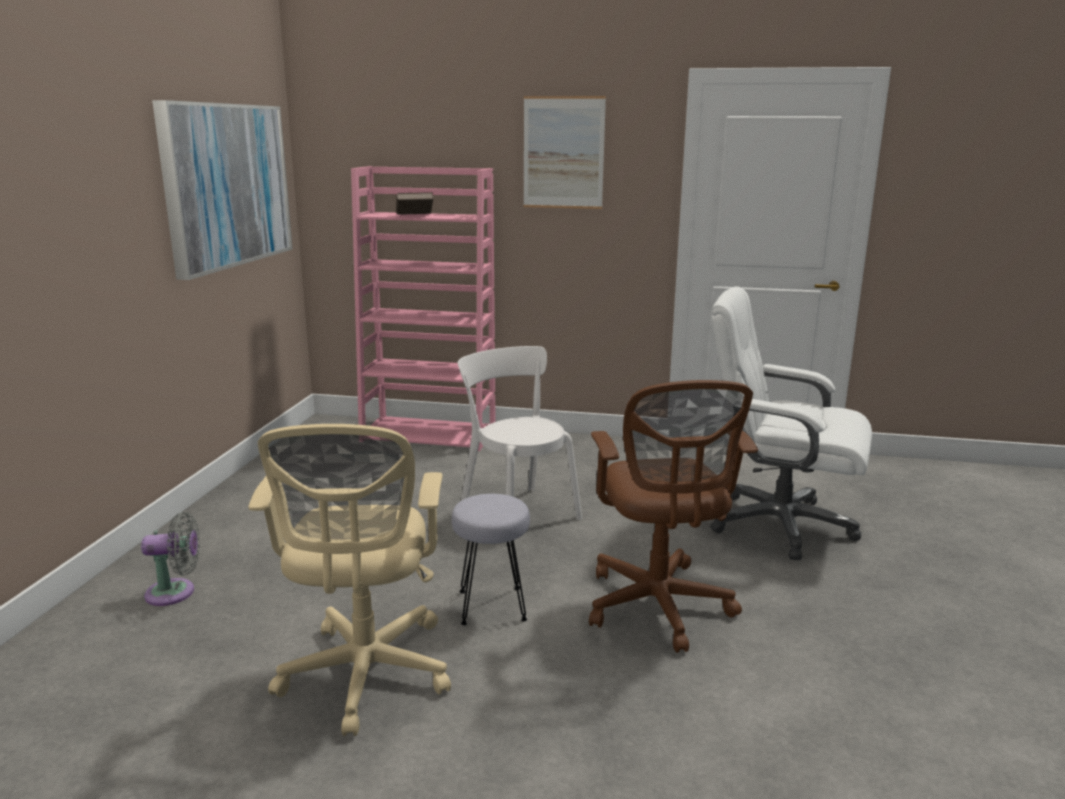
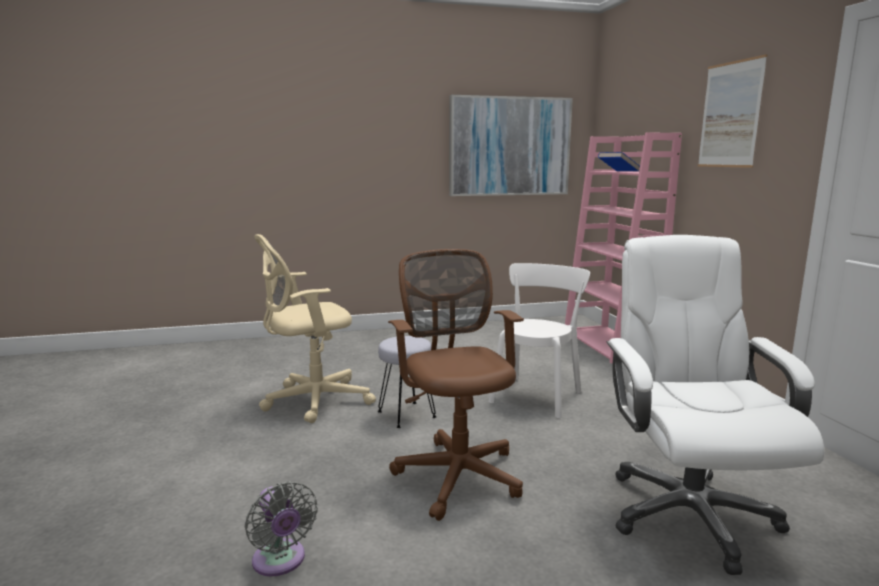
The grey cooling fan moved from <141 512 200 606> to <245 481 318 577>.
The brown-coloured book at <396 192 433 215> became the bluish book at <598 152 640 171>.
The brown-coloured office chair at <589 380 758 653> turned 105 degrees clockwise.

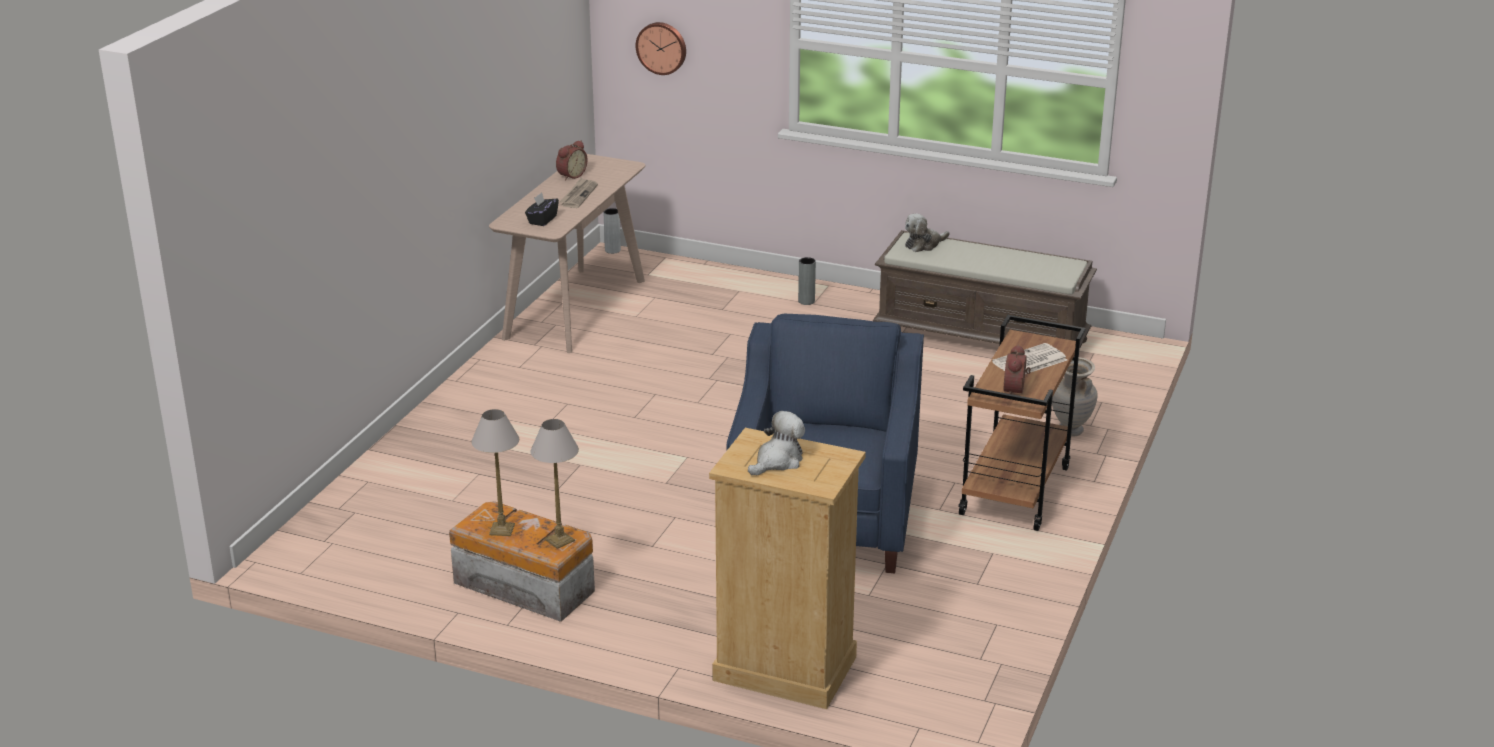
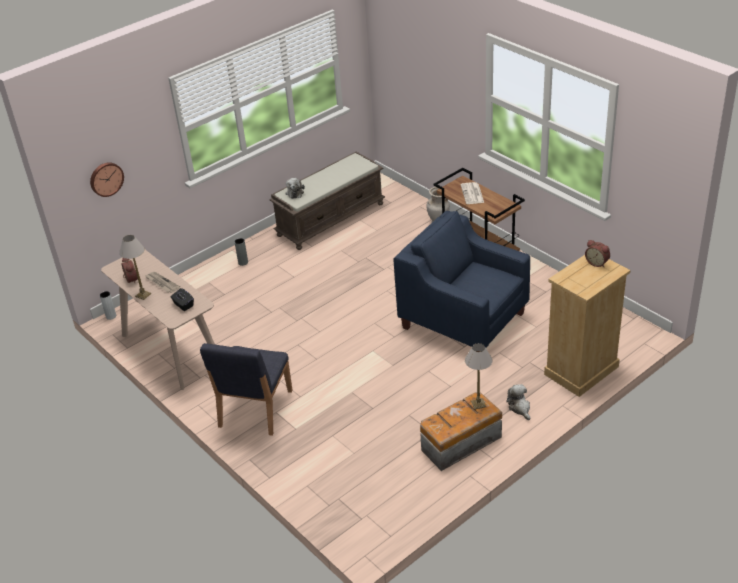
The table lamp moved from <471 409 519 536> to <119 235 151 300>.
The soft toy moved from <748 411 805 475> to <506 384 530 420>.
The table clock moved from <1004 345 1031 394> to <585 240 610 267>.
The bluish upright chair at <200 343 293 436> appeared.

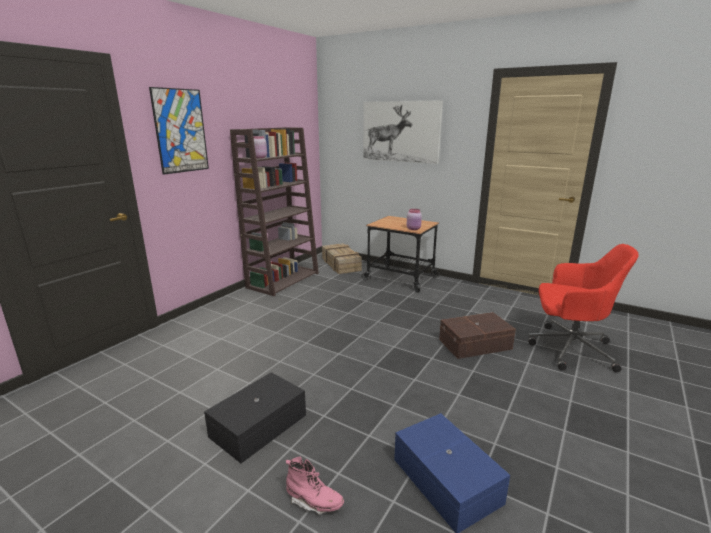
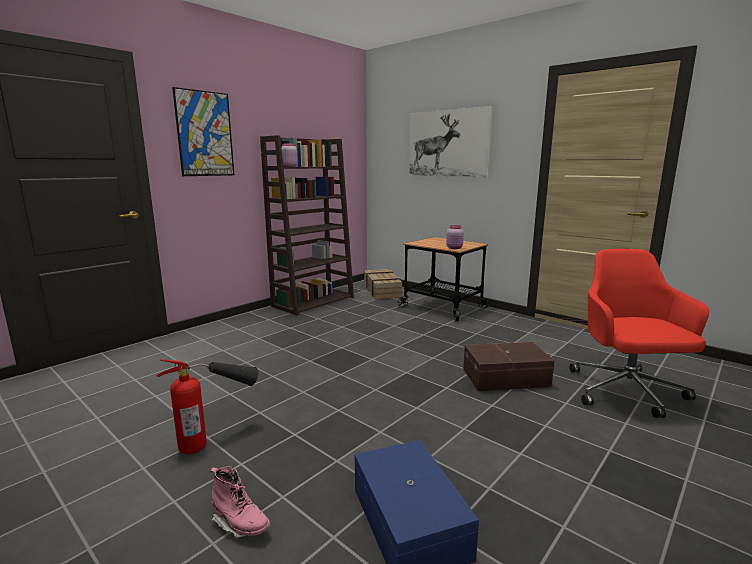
The black storage bin at <204 372 306 463> was replaced by the fire-fighting cylinder at <157 359 258 454>.
The red-coloured office chair at <528 244 639 373> turned 120 degrees counterclockwise.

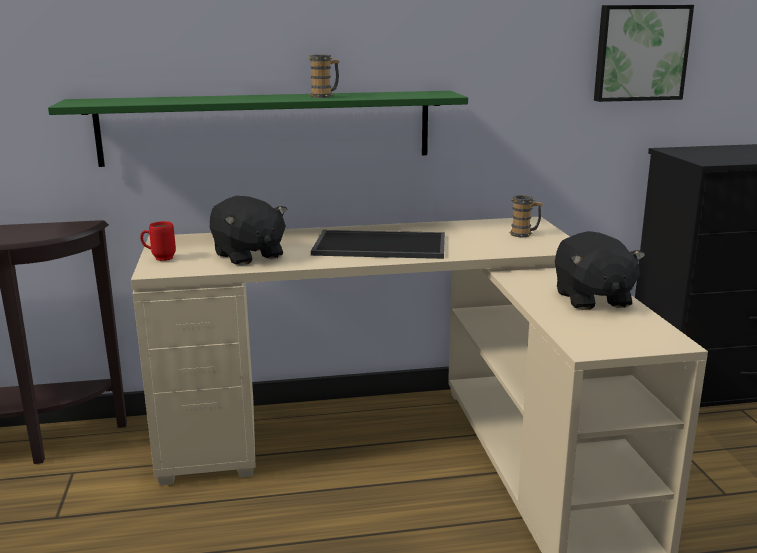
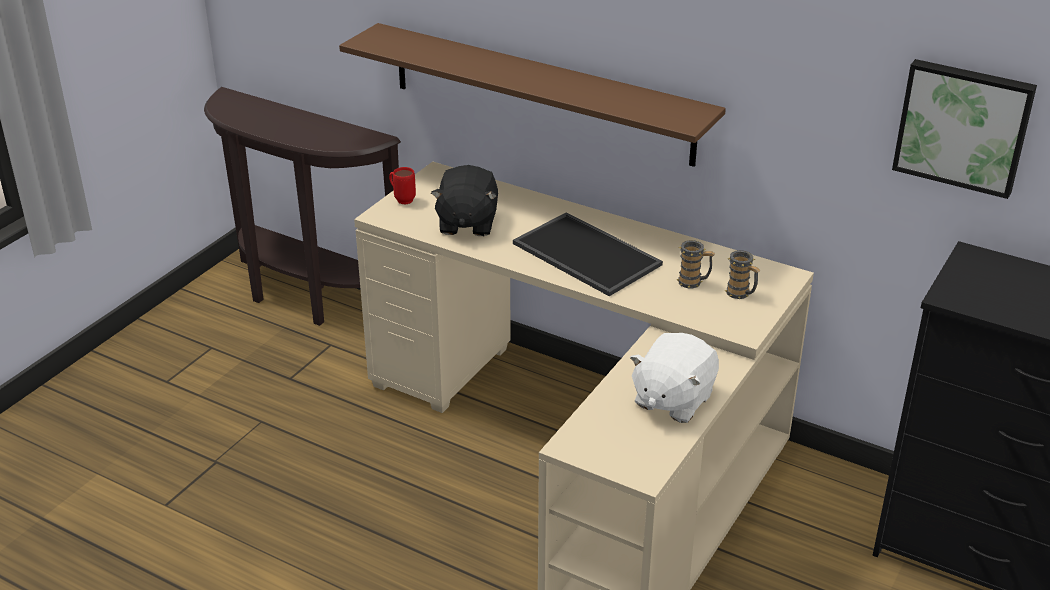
The green bracket shelf at <48 91 468 167> became the brown-coloured bracket shelf at <339 23 726 167>.
The tea mug moved from <309 55 340 98> to <676 240 715 288>.
The black soft toy at <555 231 645 310> became the white-coloured soft toy at <630 333 719 423>.

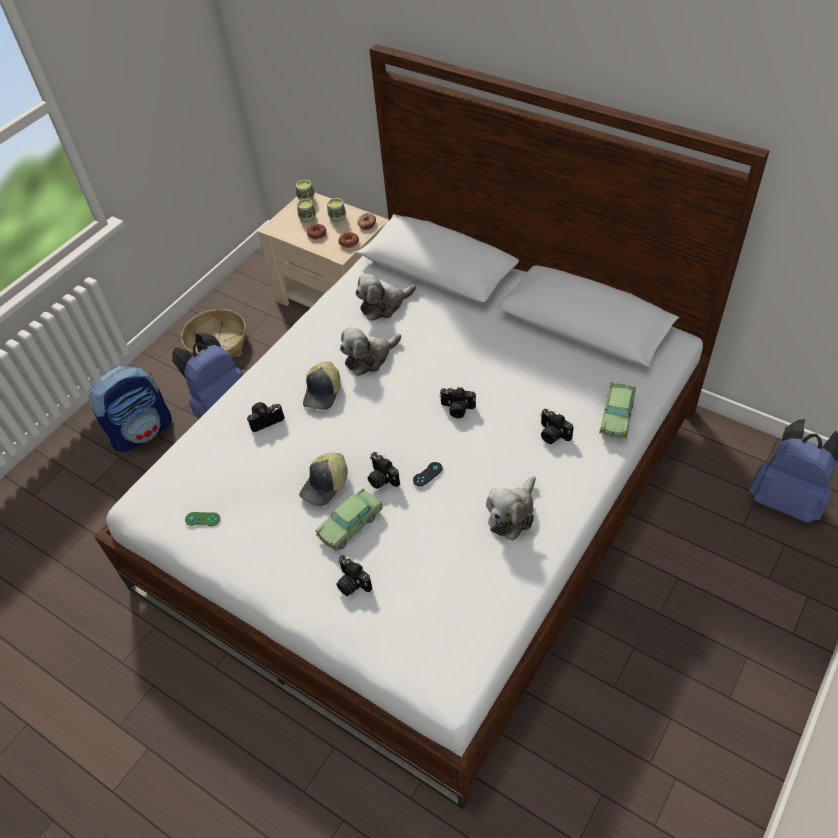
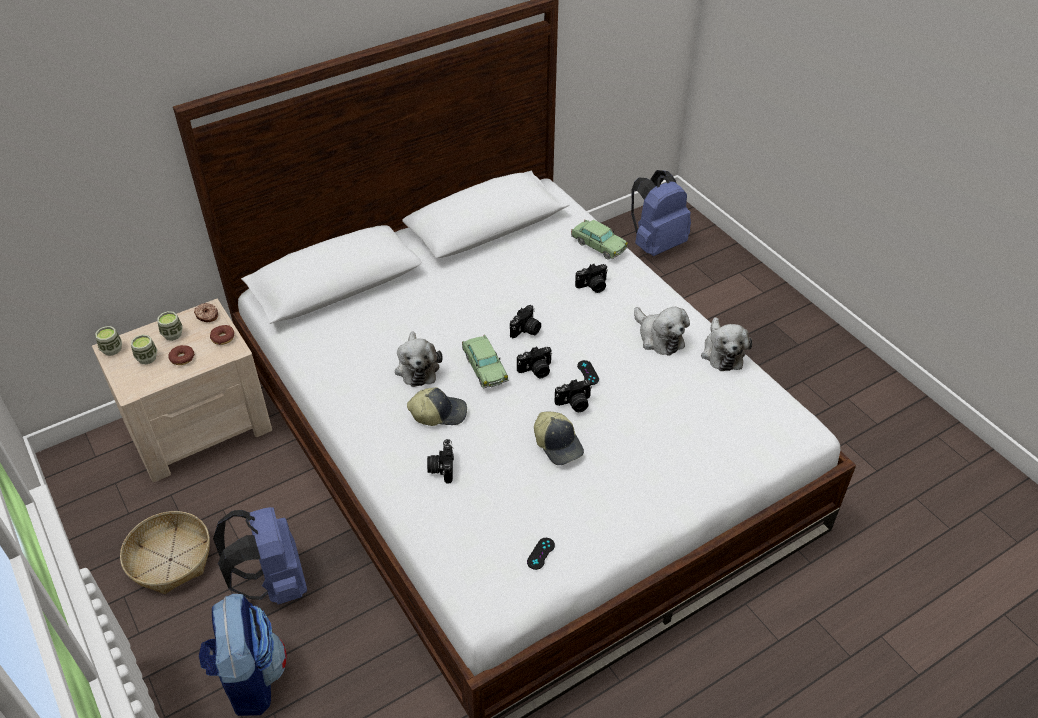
The green game controller at <185 512 220 526> became the black game controller at <527 538 555 570>.
The peaked cap at <303 362 341 410> turned 45 degrees counterclockwise.
The miniature car moved from <315 489 382 551> to <462 335 509 389>.
The still camera moved from <336 555 372 596> to <517 346 552 378>.
The soft toy moved from <355 273 416 321> to <701 317 752 371>.

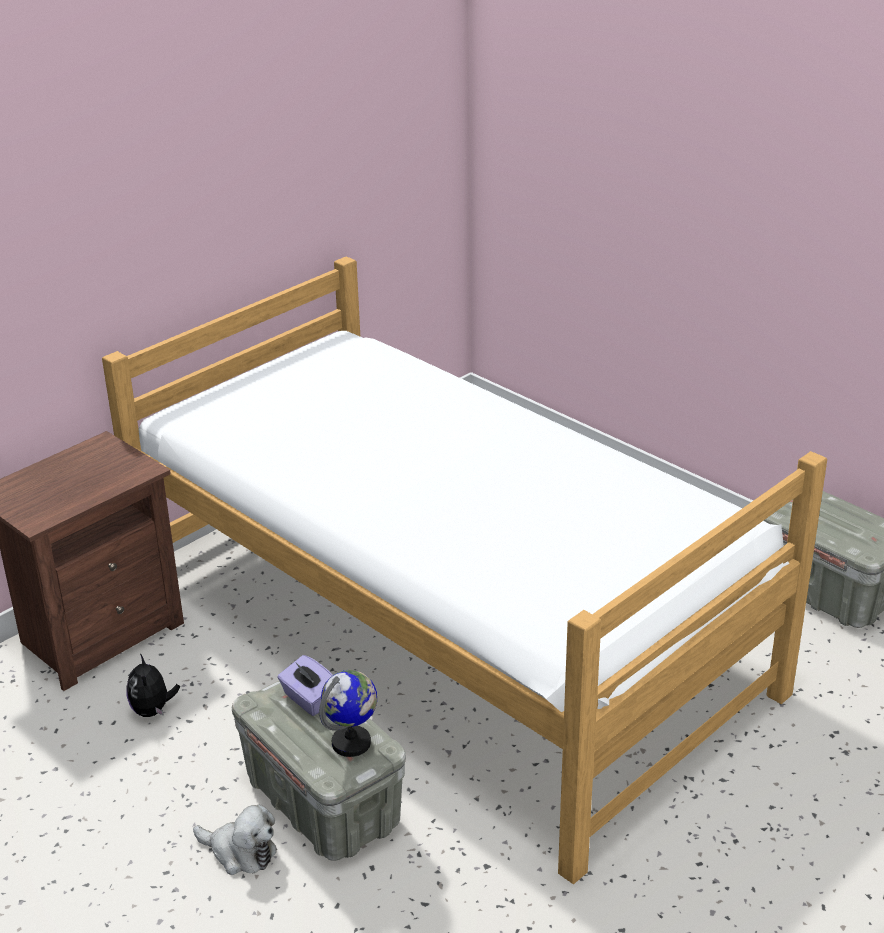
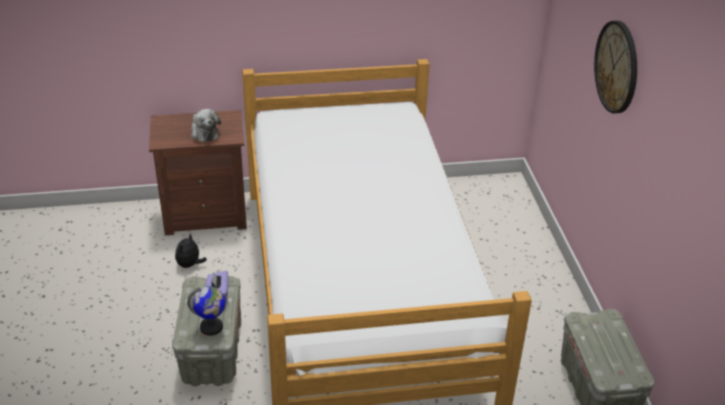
The soft toy moved from <193 804 277 875> to <191 109 221 142>.
The clock on the wall at <594 21 637 113> appeared.

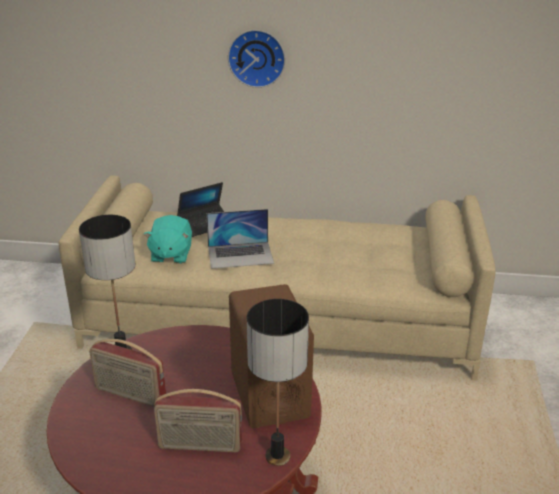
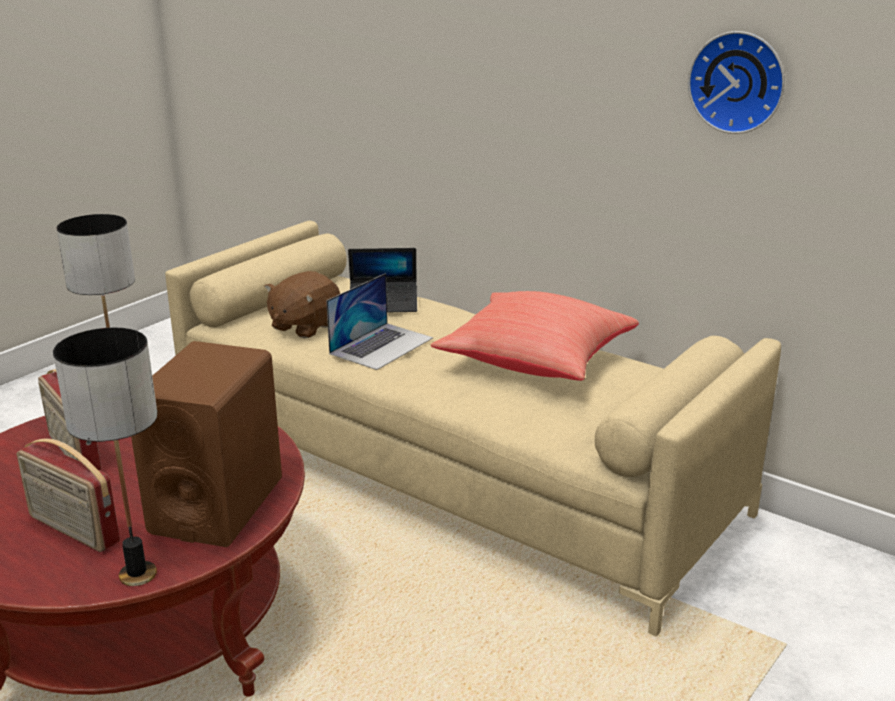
The blue-green soft toy at <143 215 192 264> became the brown-coloured soft toy at <264 271 340 339>.
The laptop at <206 209 274 269> turned 75 degrees counterclockwise.
The clock on the wall moved from <228 30 285 88> to <688 31 785 134>.
The red-coloured pillow at <431 291 639 381> appeared.

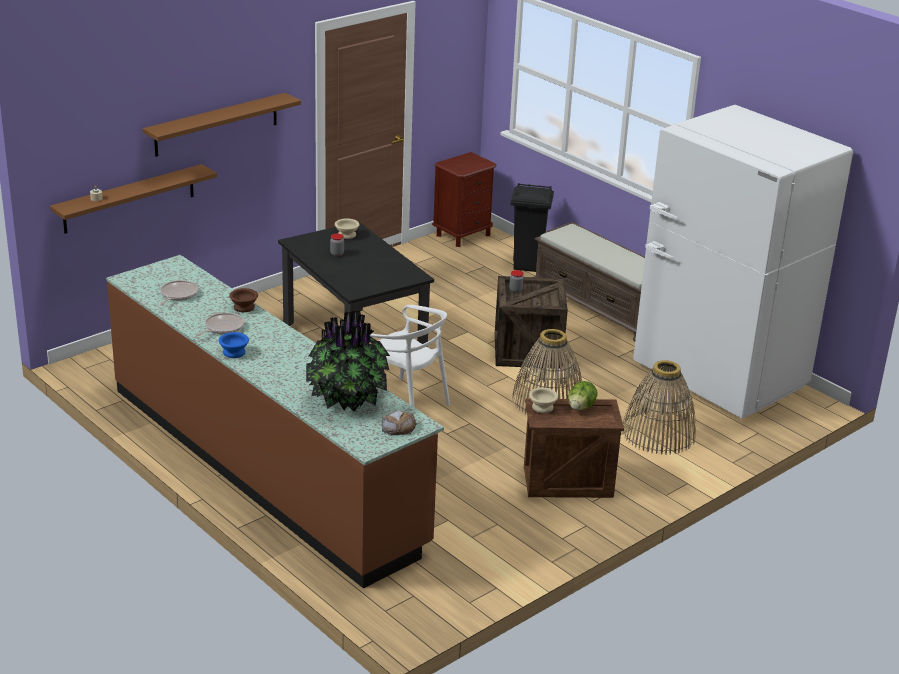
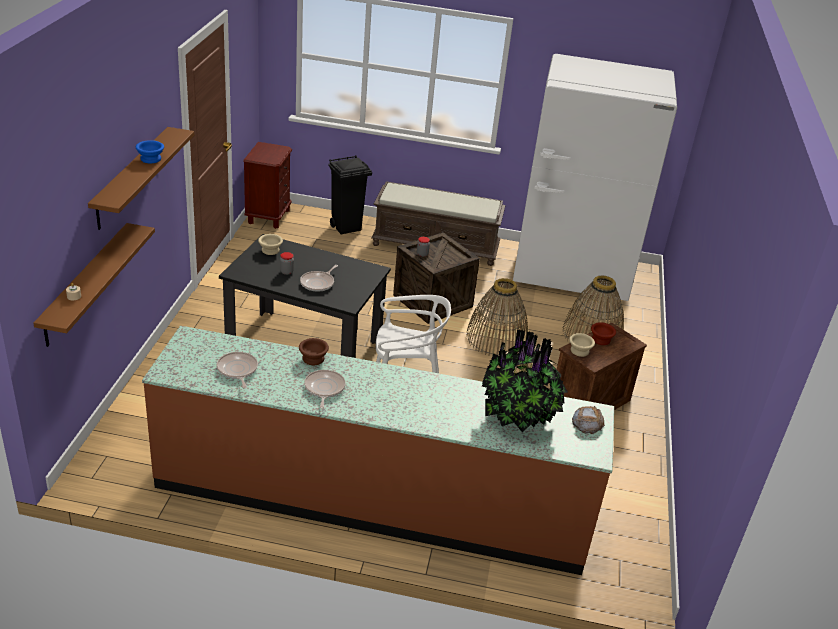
The bluish deep dish moved from <219 332 249 358> to <136 140 164 163>.
The head of lettuce at <568 381 598 410> was replaced by the brown-coloured deep dish at <591 322 616 345>.
The skillet at <300 265 338 292> appeared.

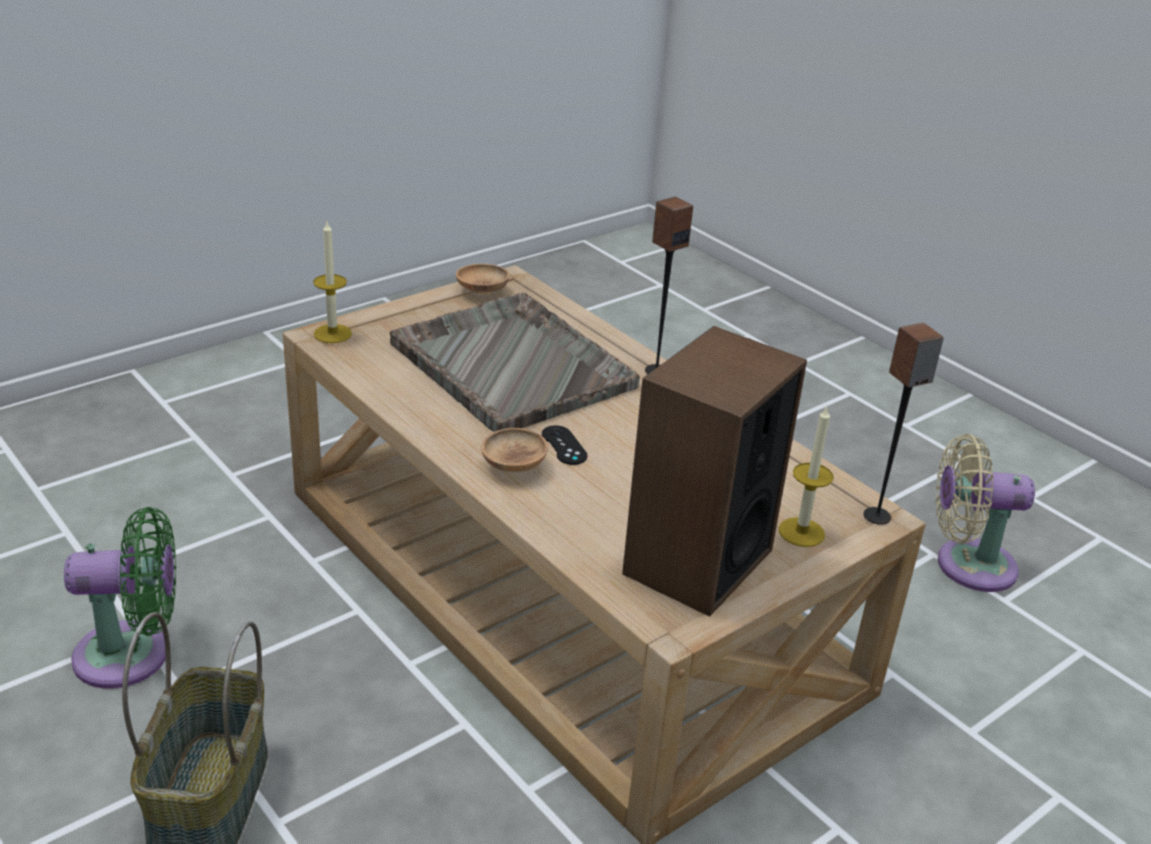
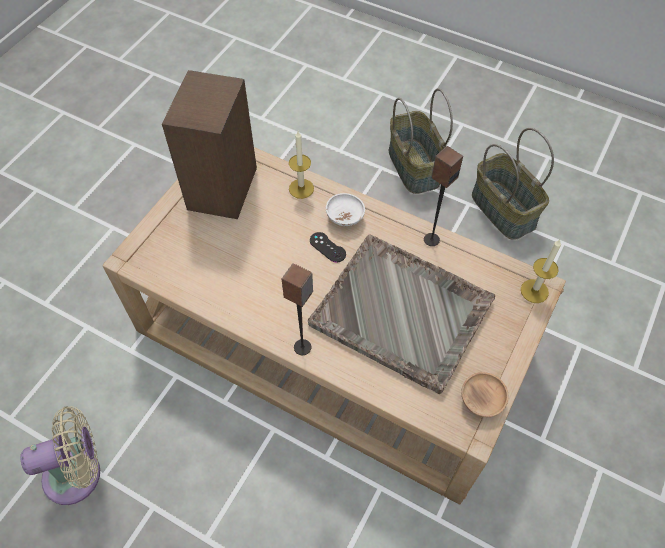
The green cooling fan at <64 507 176 689> was replaced by the basket at <472 128 554 240>.
The brown-coloured deep dish at <481 428 548 472> became the white-coloured deep dish at <326 193 365 226>.
The wax light moved from <779 406 834 547> to <289 131 314 199>.
The speaker moved from <864 323 944 525> to <424 146 463 246>.

